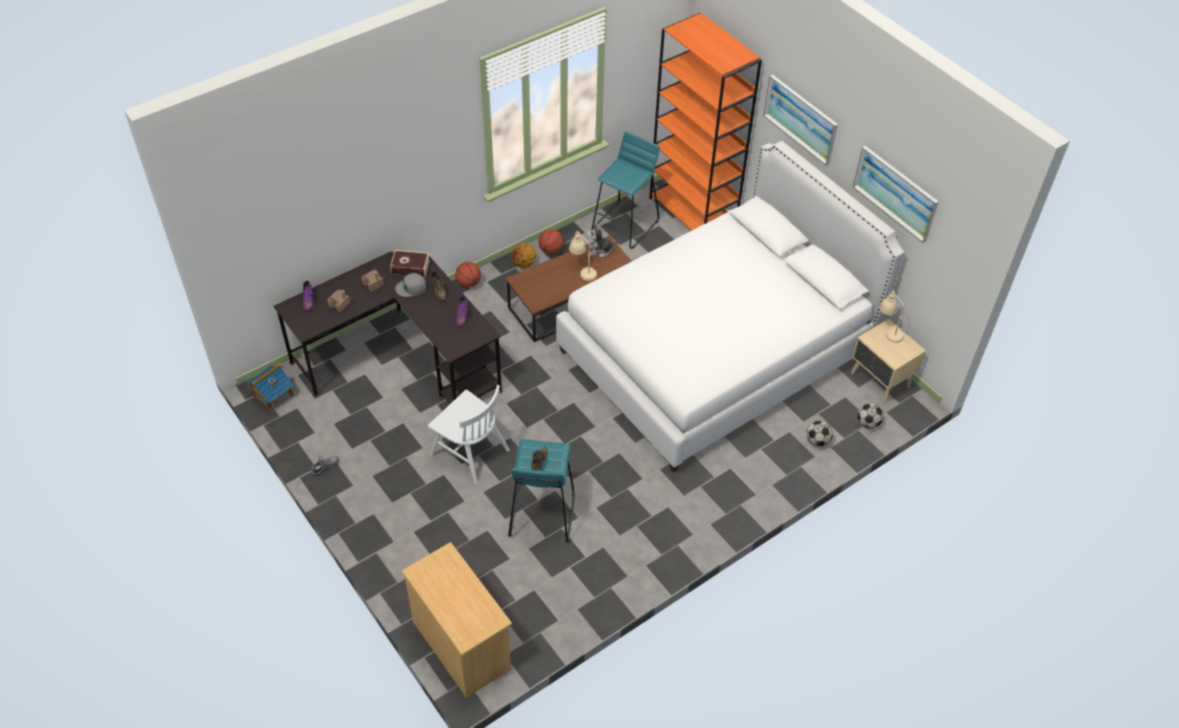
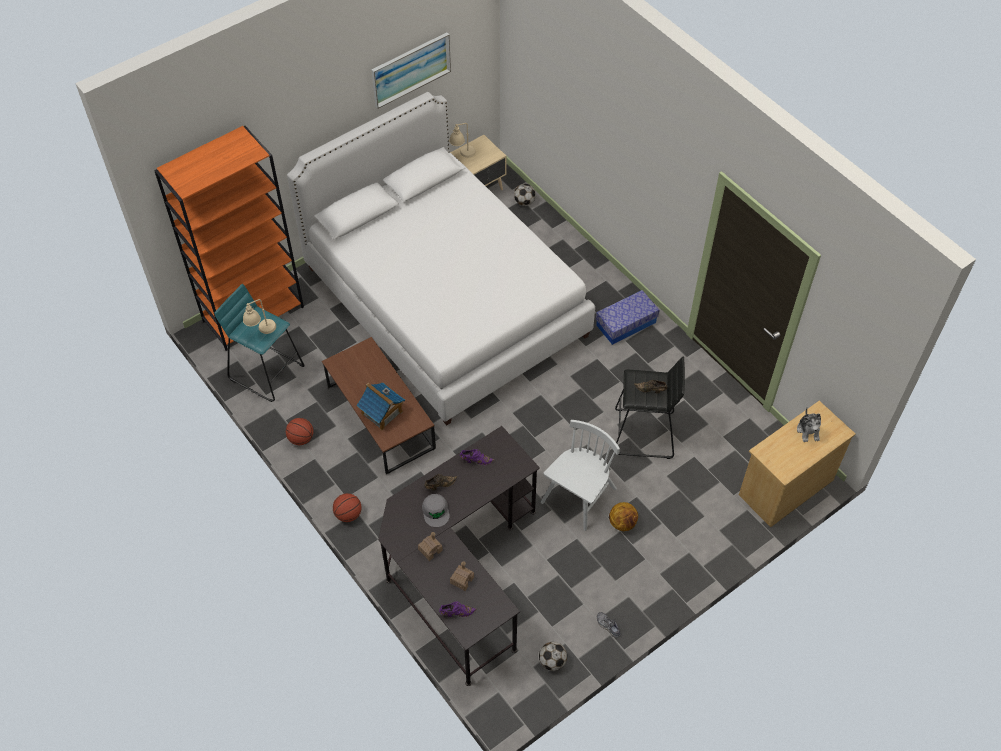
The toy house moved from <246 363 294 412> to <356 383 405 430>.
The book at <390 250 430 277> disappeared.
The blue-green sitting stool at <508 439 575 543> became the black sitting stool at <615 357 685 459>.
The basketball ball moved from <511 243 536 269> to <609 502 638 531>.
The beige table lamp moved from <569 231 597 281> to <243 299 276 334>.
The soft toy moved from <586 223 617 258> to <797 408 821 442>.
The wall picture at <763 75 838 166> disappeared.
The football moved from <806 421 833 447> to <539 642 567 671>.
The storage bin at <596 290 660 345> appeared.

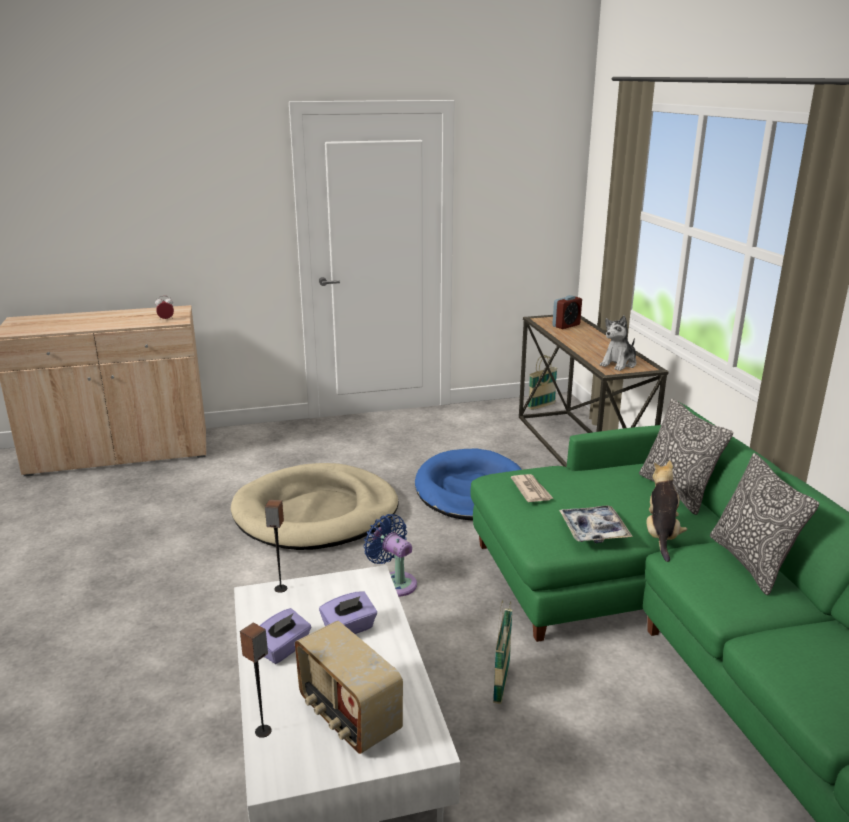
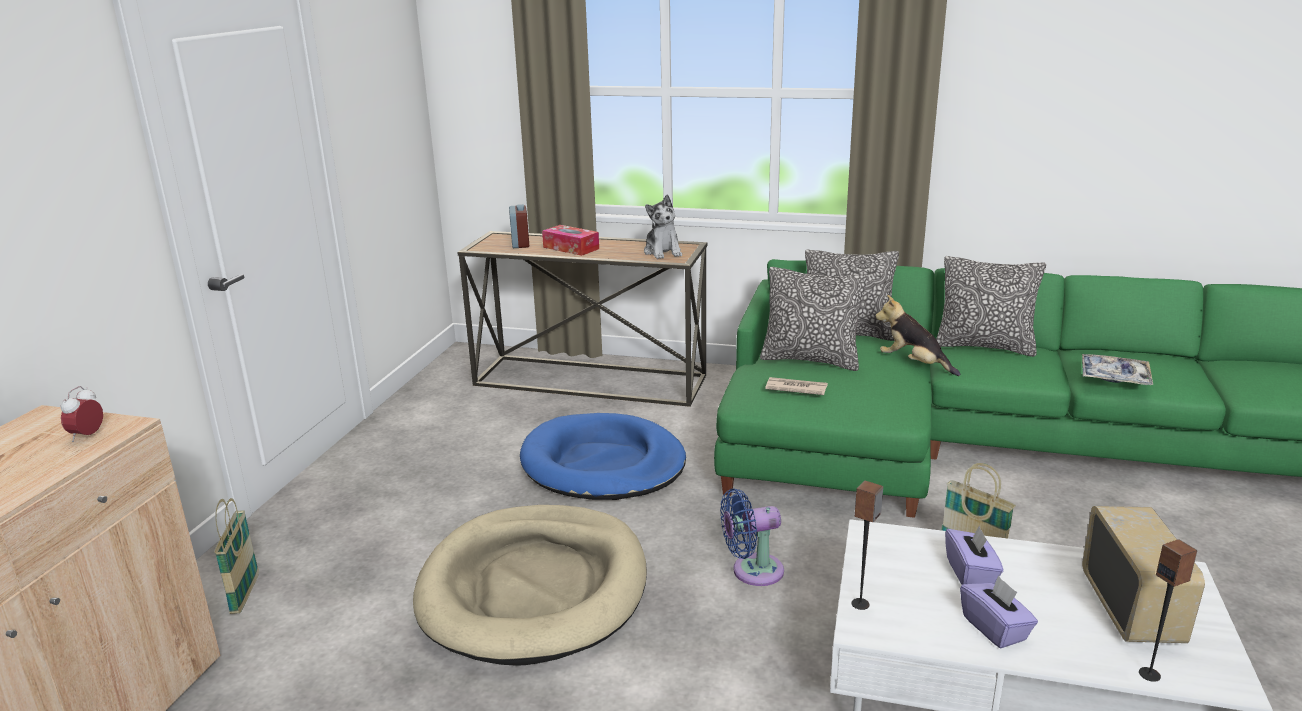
The radio at <295 621 403 754> turned 75 degrees counterclockwise.
The basket moved from <528 355 557 410> to <214 498 259 614>.
The carrying tray moved from <559 505 633 543> to <1082 354 1153 385>.
The tissue holder at <542 225 599 256> appeared.
The pillow at <760 267 868 371> appeared.

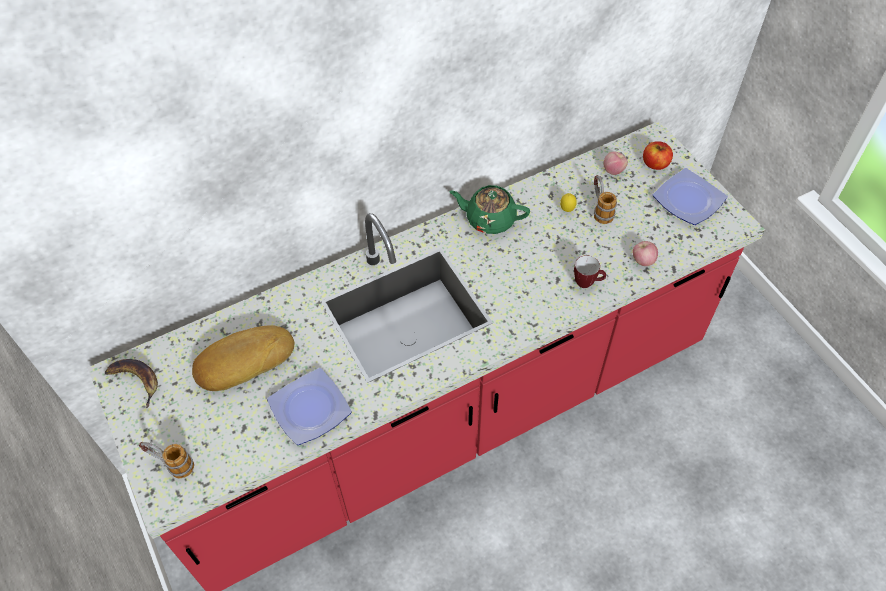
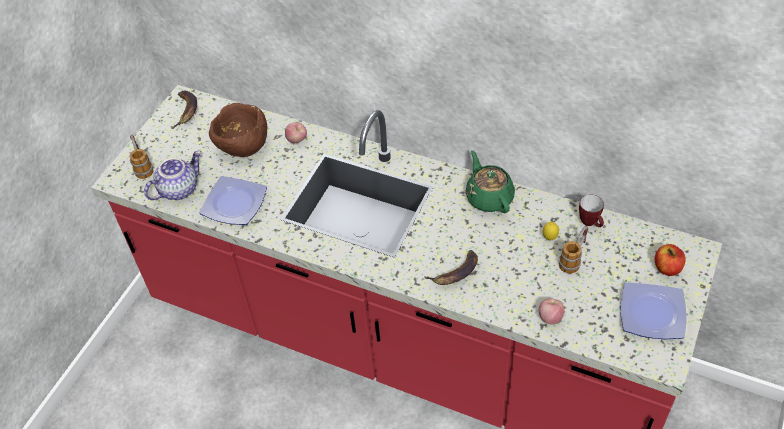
The bakery bread at <192 325 294 391> was replaced by the brown-coloured deep dish at <209 103 267 157>.
The tea mug moved from <574 255 606 288> to <579 194 604 227>.
The apple moved from <604 151 628 175> to <285 122 307 143>.
The tea pot at <144 151 201 200> appeared.
The banana fruit at <424 250 478 285> appeared.

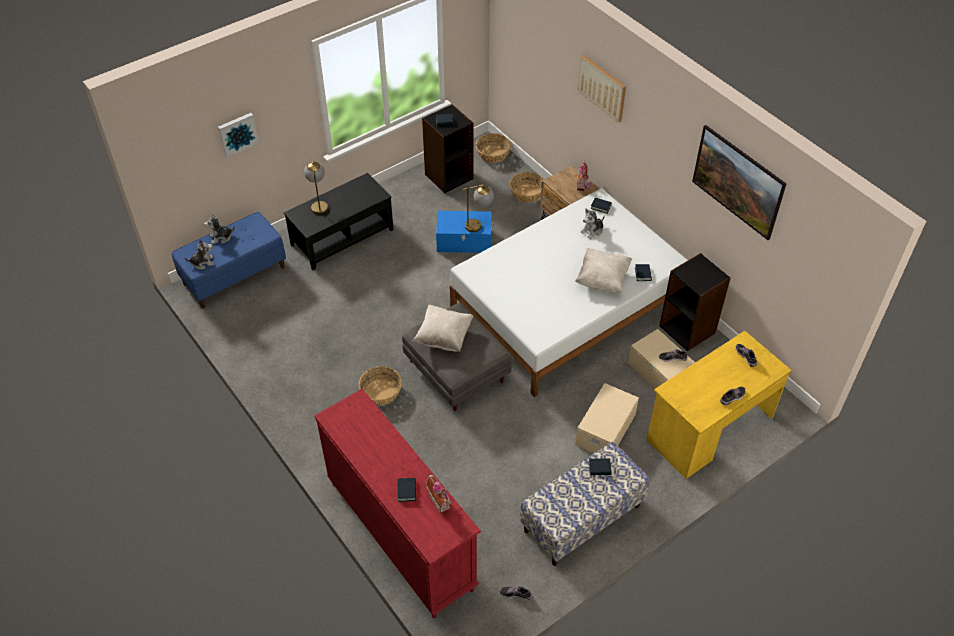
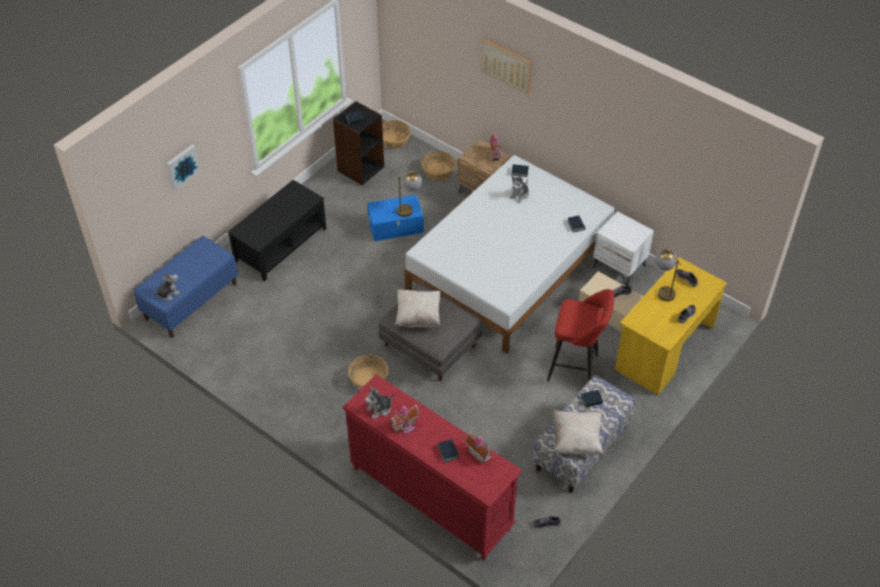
The soft toy moved from <204 214 235 244> to <365 386 394 419>.
The table lamp moved from <304 160 328 214> to <655 249 681 301>.
The beige pillow moved from <575 248 632 293> to <553 411 603 455>.
The beige storage bin at <575 383 639 453> was replaced by the red-coloured sitting stool at <547 289 614 382>.
The black shelving unit at <659 253 731 351> was replaced by the white-coloured night table at <593 211 654 286>.
The wall picture at <692 125 786 240> disappeared.
The toy house at <389 404 420 434> appeared.

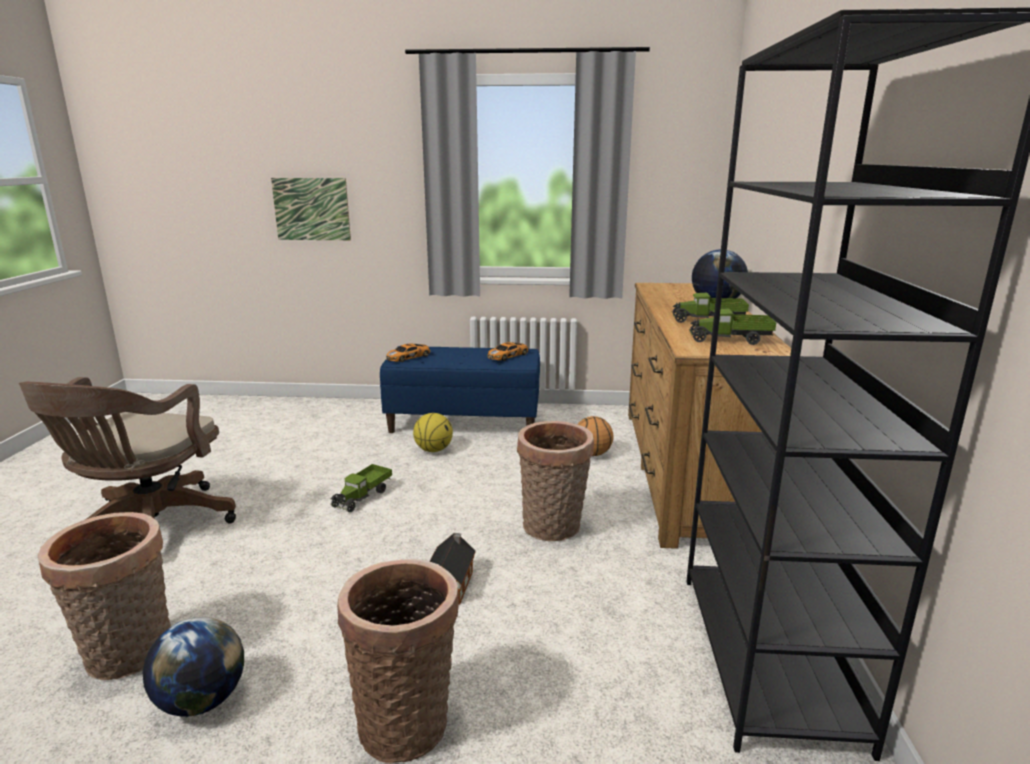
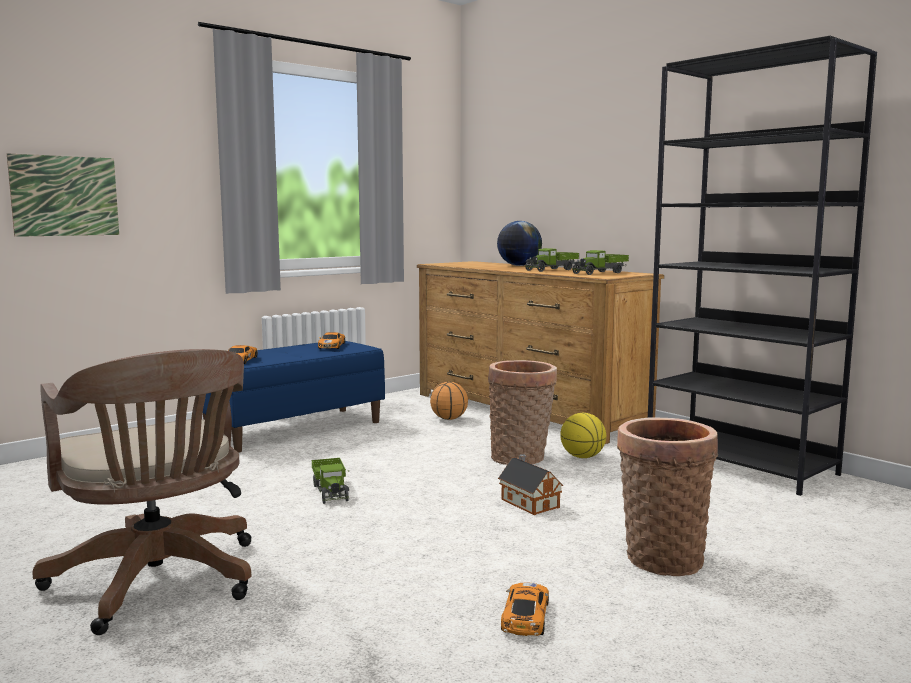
The basket at <38 512 171 680> disappeared.
The globe at <143 617 244 717> was replaced by the miniature car at <501 582 549 636>.
The basketball ball moved from <413 413 453 452> to <560 413 606 458>.

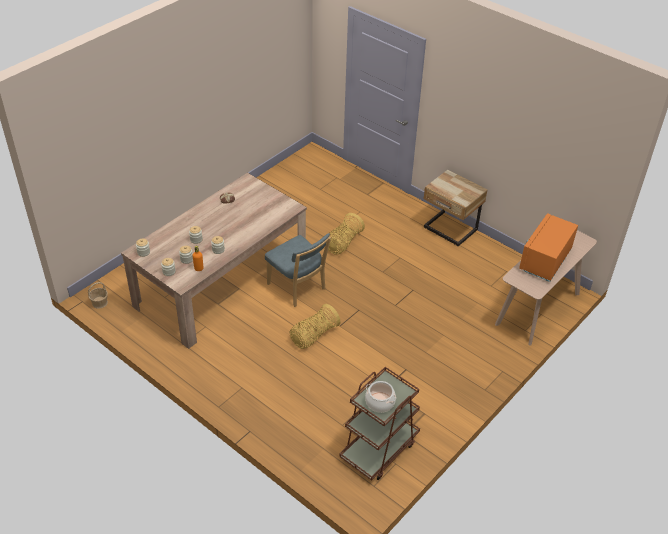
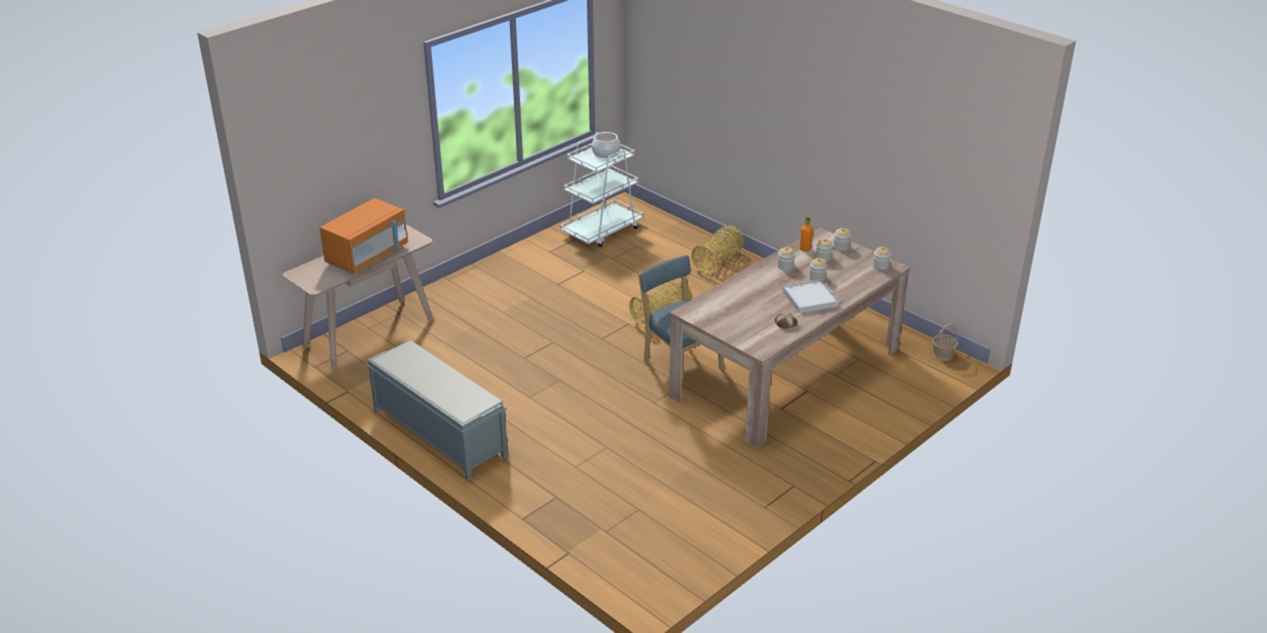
The basket moved from <328 213 365 255> to <691 226 744 274>.
The brown-coloured trolley at <339 367 420 481> became the white-coloured trolley at <560 137 643 247>.
The beige night table at <424 170 487 246> was replaced by the grey bench at <366 341 508 481>.
The white-coloured carrying tray at <783 280 839 313> appeared.

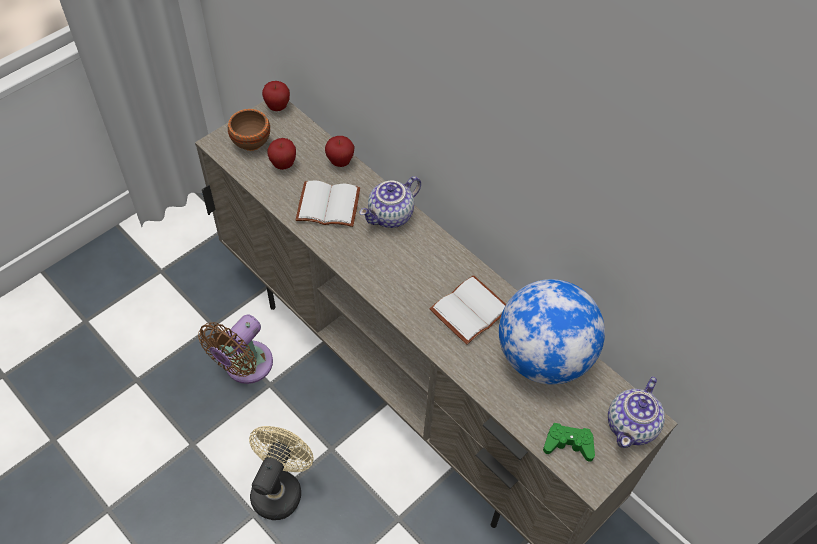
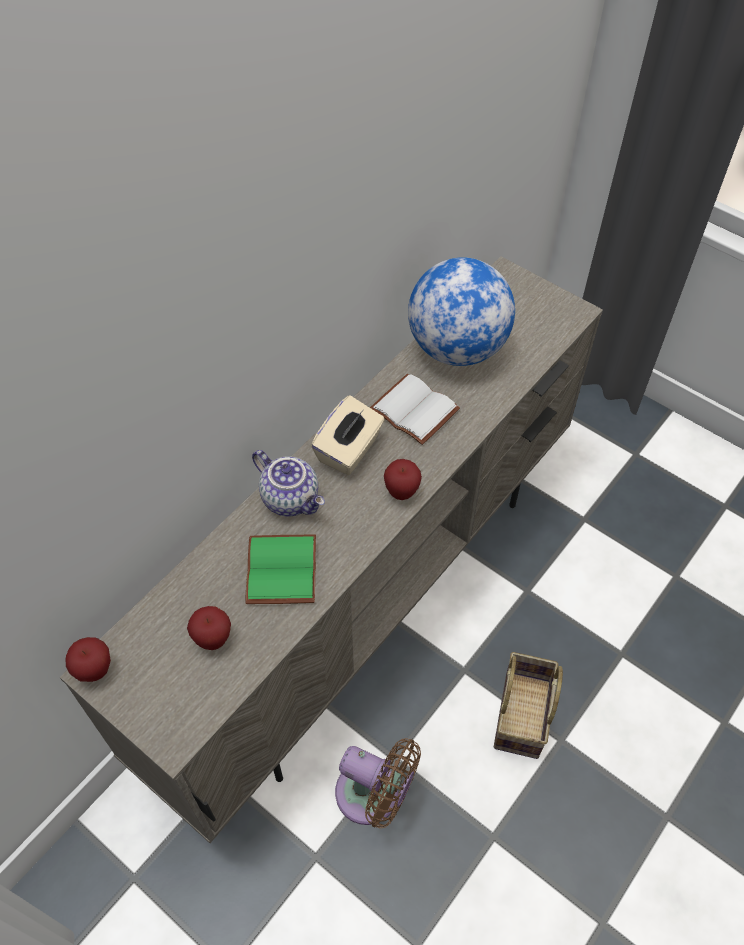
The brown-coloured deep dish at <228 109 270 151> disappeared.
The beige cooling fan at <249 426 314 520> was replaced by the basket at <494 652 563 759>.
The white-coloured book at <296 181 360 227> became the green book at <245 535 316 604>.
The apple moved from <325 136 354 167> to <384 459 422 500>.
The green game controller at <543 423 595 462> disappeared.
The tea pot at <608 376 665 448> disappeared.
The beige tissue holder at <311 395 385 475> appeared.

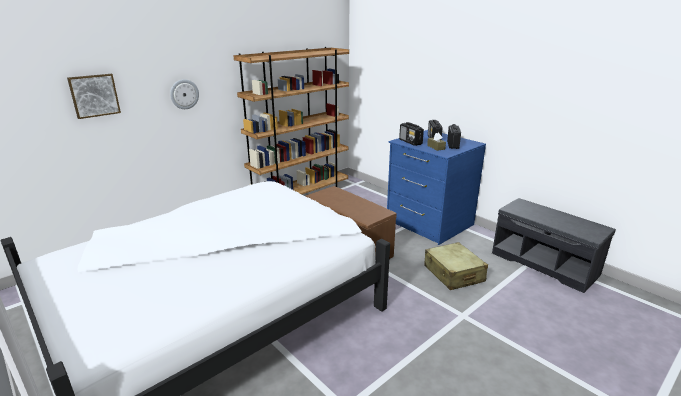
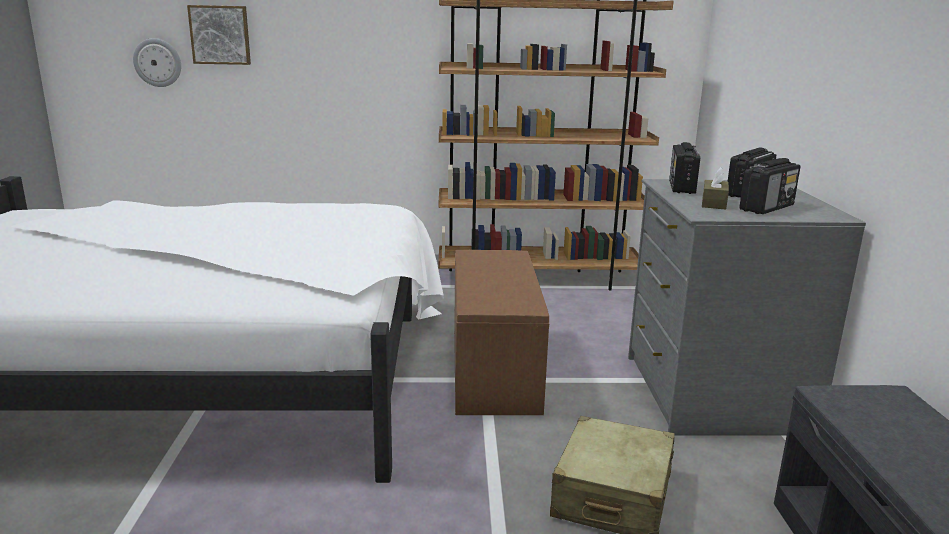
The clock on the wall moved from <170 79 199 109> to <133 38 181 87>.
The bluish dresser at <387 130 486 245> became the grey dresser at <628 179 866 436>.

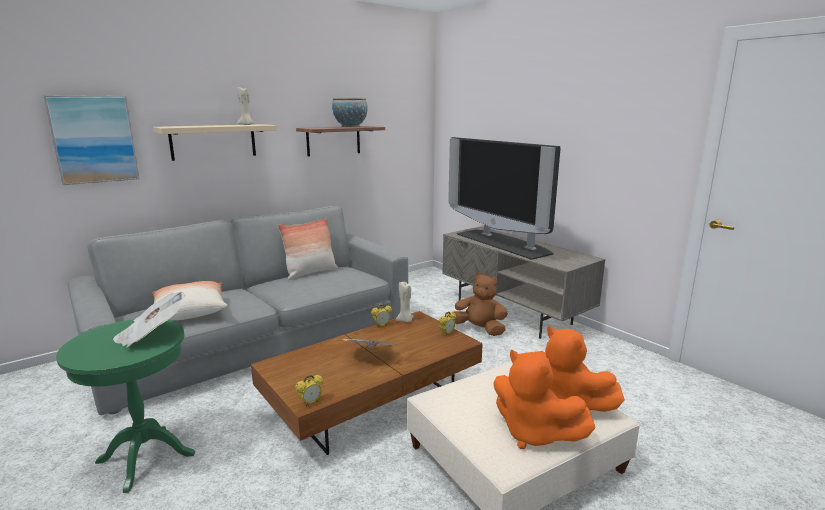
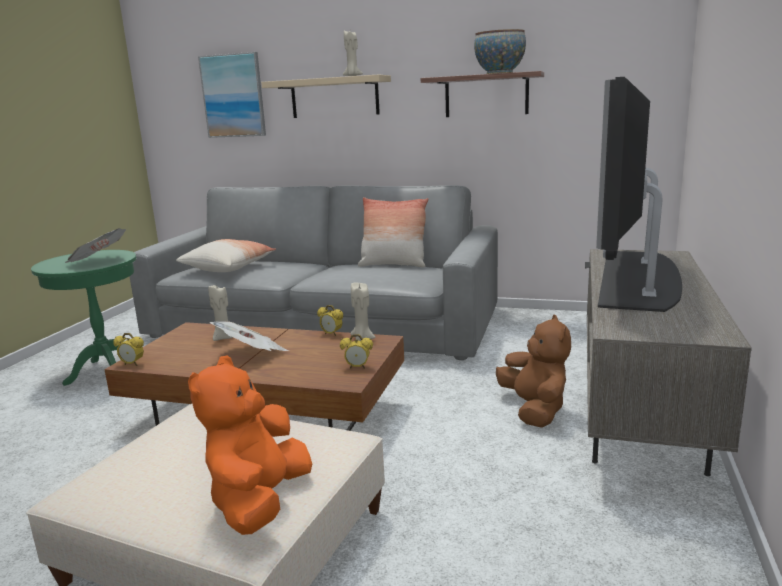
The orange soft toy at <493 350 596 449> disappeared.
The beige wax light at <208 285 233 341> appeared.

